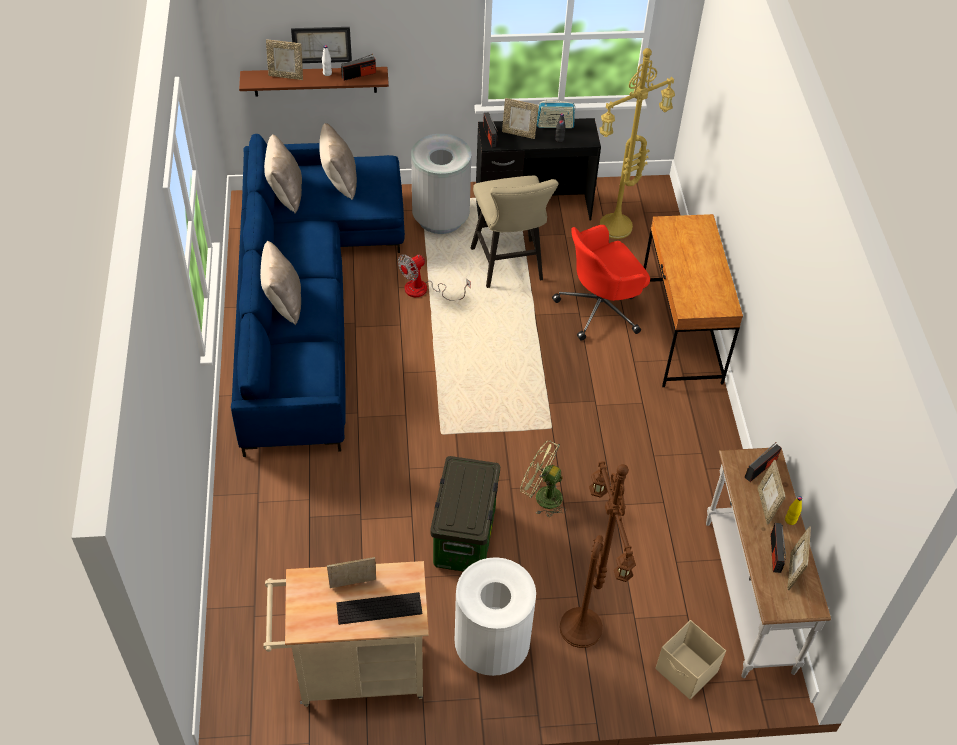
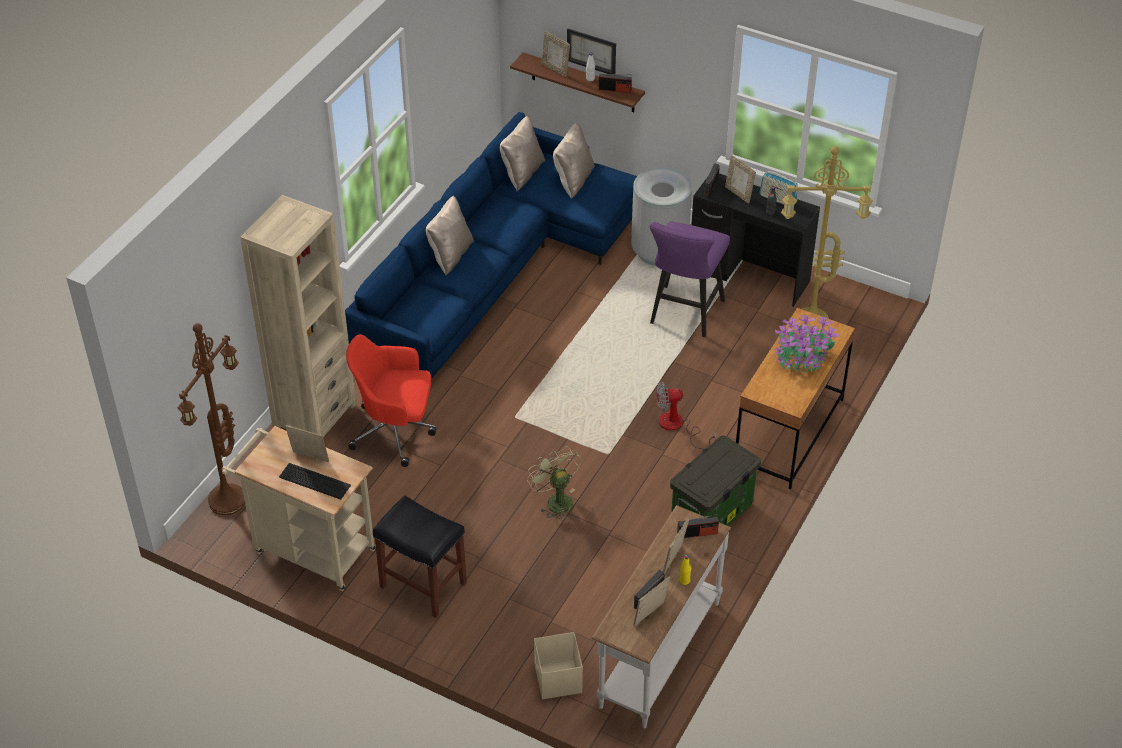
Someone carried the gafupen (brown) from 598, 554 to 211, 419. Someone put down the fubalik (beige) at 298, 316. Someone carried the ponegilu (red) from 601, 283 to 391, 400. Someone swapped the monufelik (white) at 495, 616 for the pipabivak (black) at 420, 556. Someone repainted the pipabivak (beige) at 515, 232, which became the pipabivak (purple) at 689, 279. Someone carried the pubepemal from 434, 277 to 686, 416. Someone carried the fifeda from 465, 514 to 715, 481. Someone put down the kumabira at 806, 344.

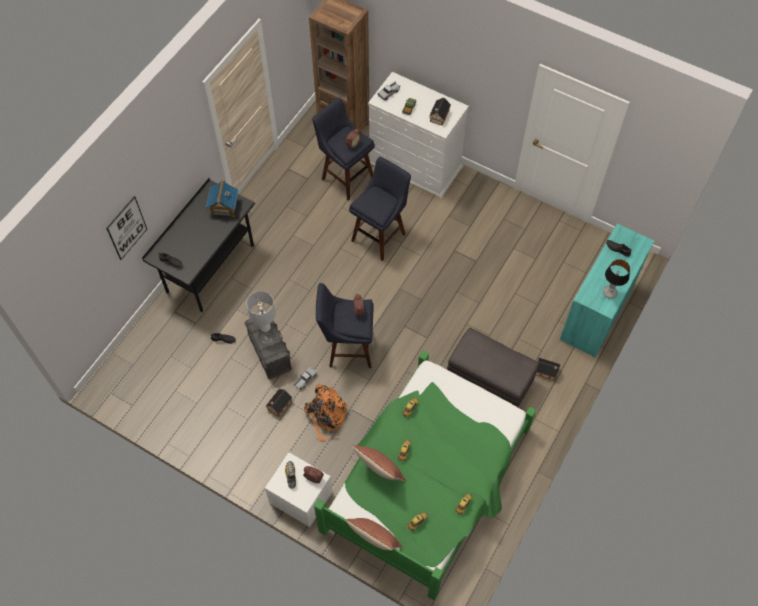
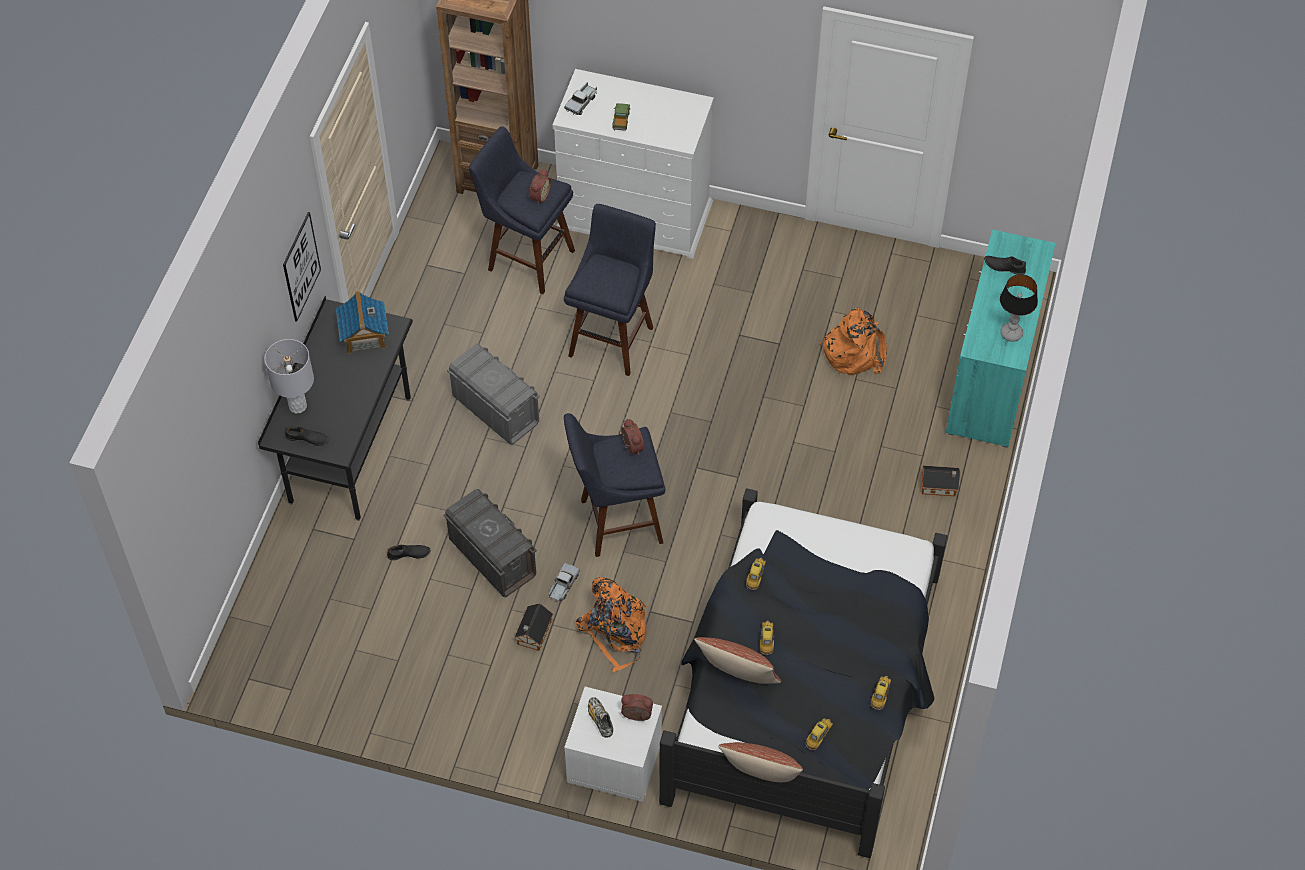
Someone carried the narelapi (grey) from 261, 311 to 289, 376. Someone carried the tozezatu from 126, 228 to 302, 267. Someone put down the fifeda (grey) at 493, 394. Someone repainted the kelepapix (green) at 425, 475, which became the kelepapix (black) at 803, 673. Someone put down the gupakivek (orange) at 853, 341. Someone took away the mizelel at 440, 111. Someone took away the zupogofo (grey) at 493, 367.

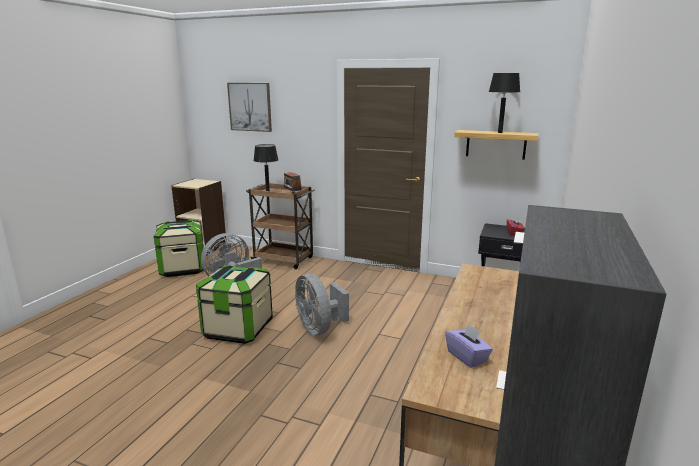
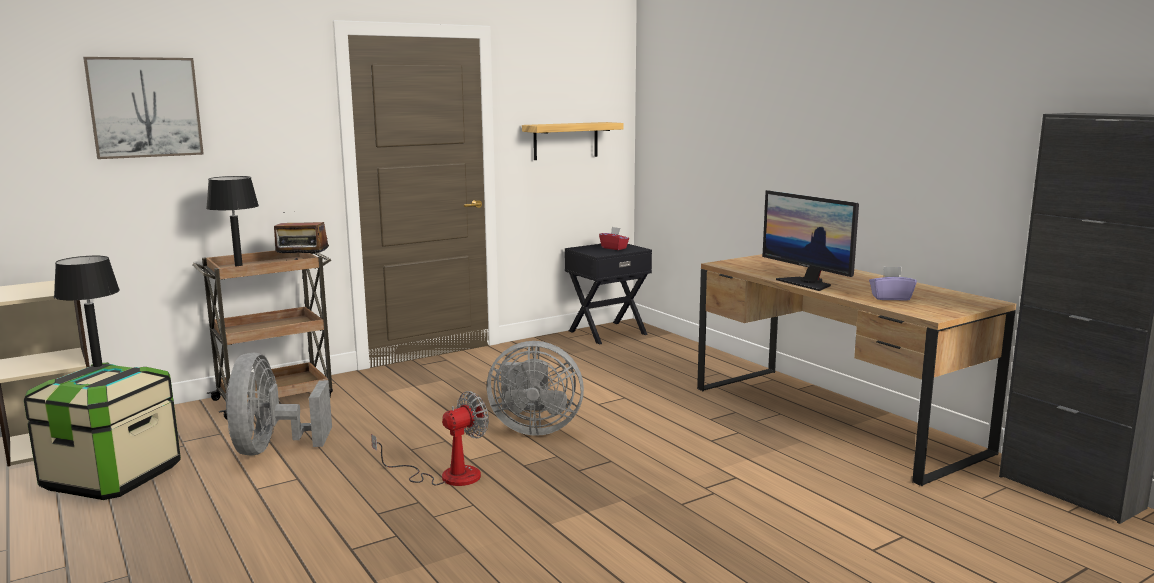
Someone carried the narelapi (black) from 504, 103 to 87, 311. Someone swapped the fifeda at 234, 304 for the pubepemal at 430, 438. Someone put down the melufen at 810, 240.

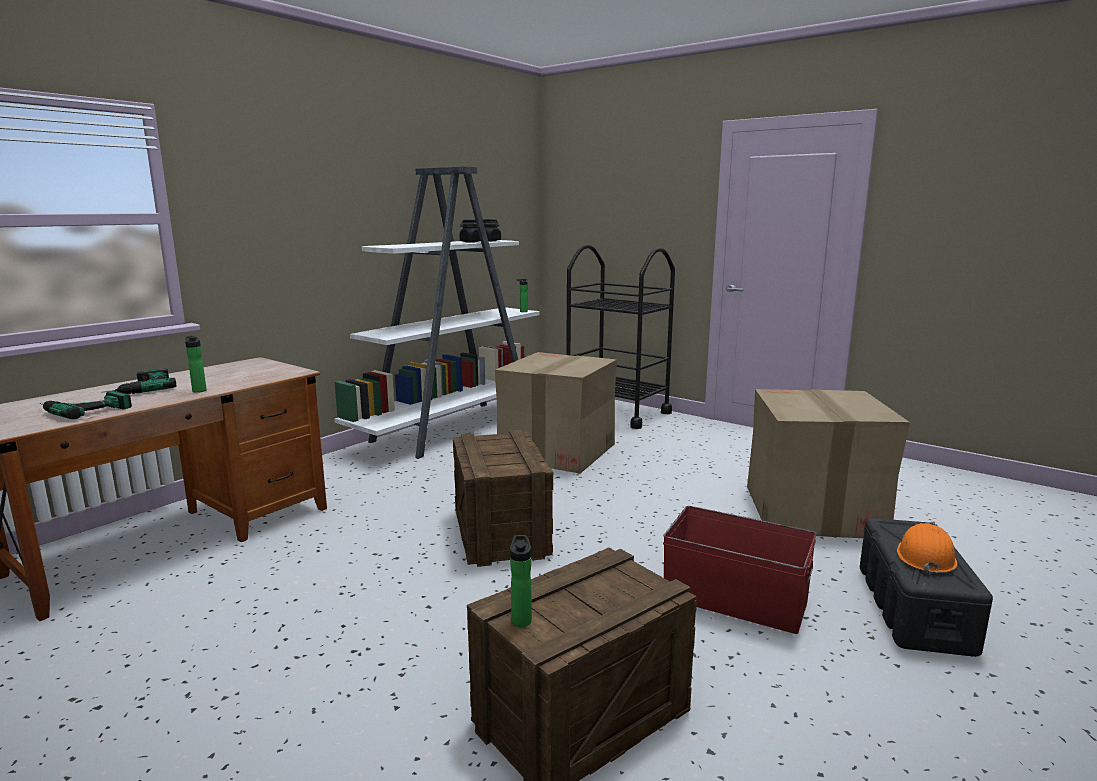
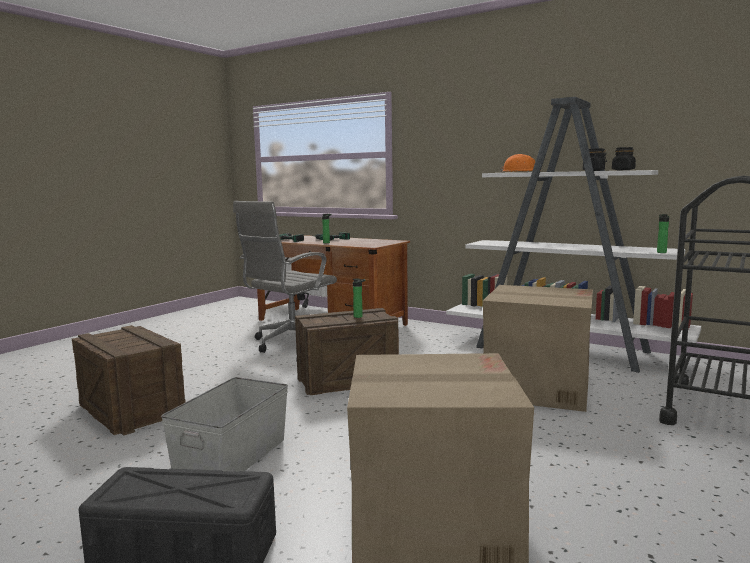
Someone repainted the fifeda (red) at 740, 570, which became the fifeda (grey) at 224, 424. Someone put down the ponegilu (grey) at 285, 277. Someone carried the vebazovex from 521, 581 to 359, 298. Someone carried the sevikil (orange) from 927, 549 to 521, 163.

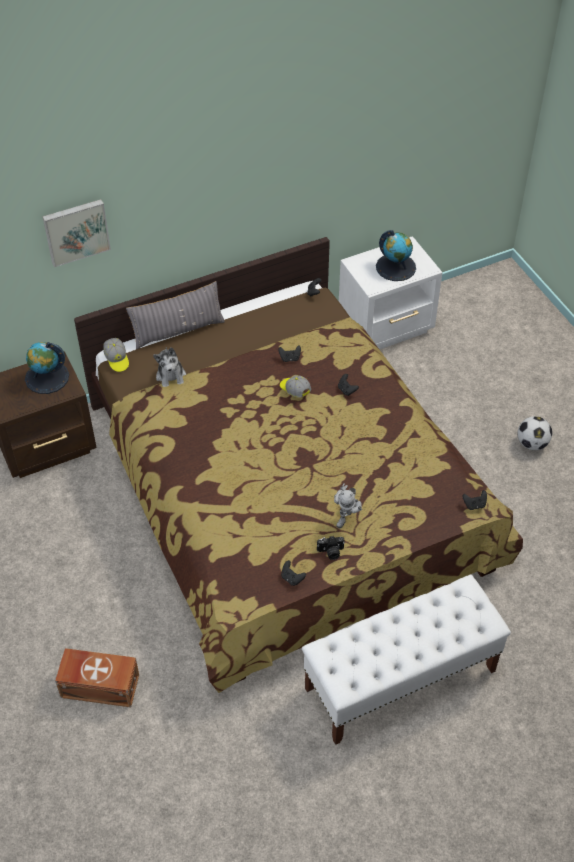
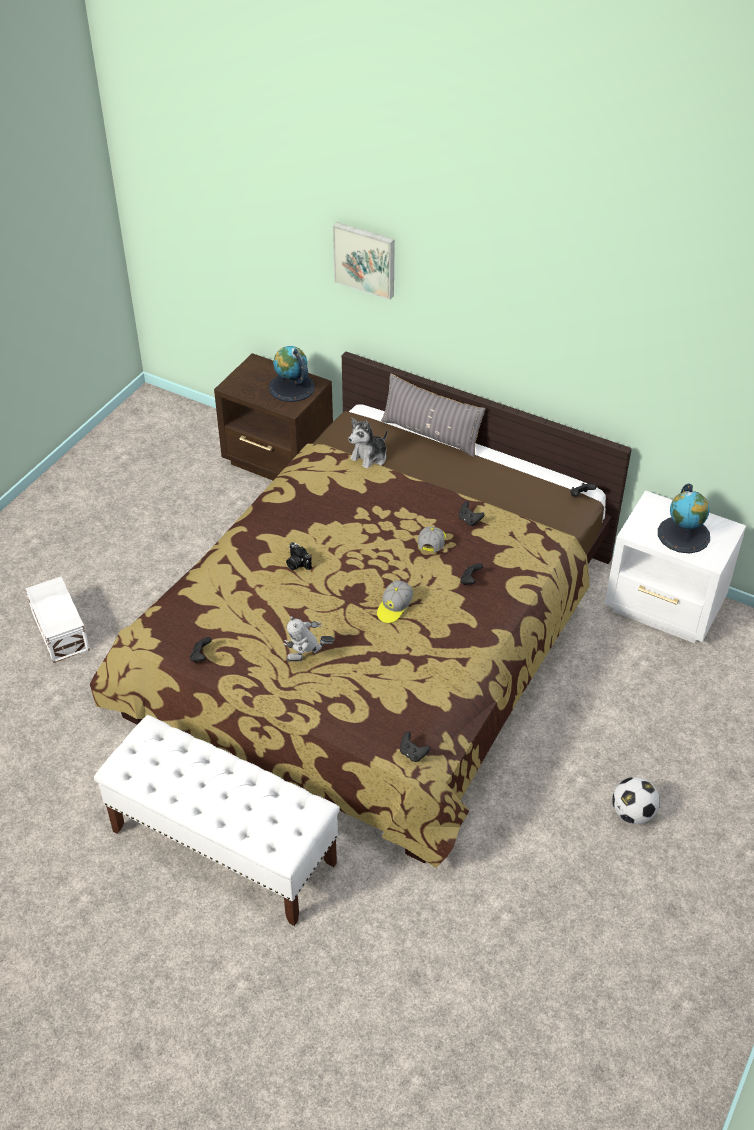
Someone repainted the fifeda (brown) at 97, 677, which became the fifeda (white) at 57, 620. Someone carried the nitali from 331, 548 to 299, 556. Someone carried the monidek from 116, 355 to 395, 601.

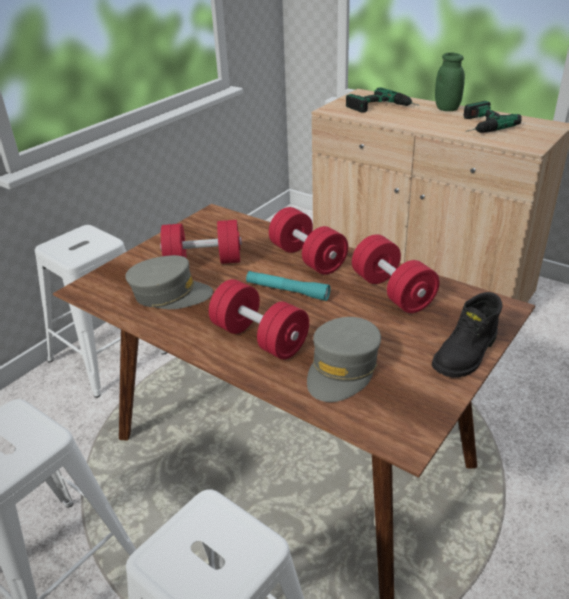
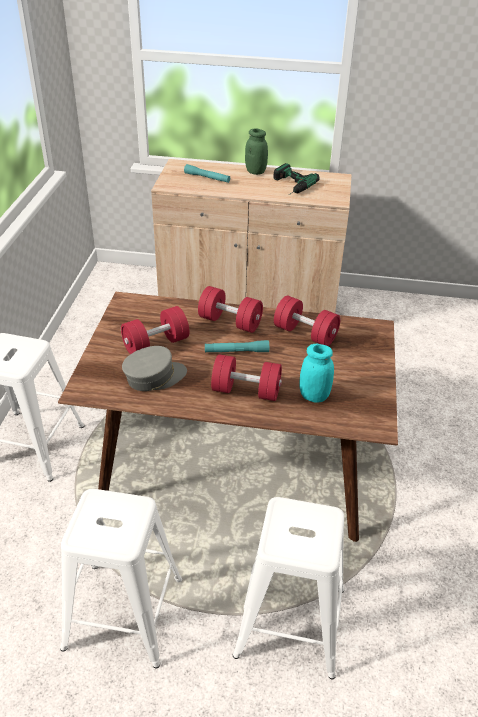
Someone swapped the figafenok at 383, 100 for the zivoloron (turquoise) at 207, 173. Someone swapped the monidek (grey) at 344, 359 for the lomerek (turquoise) at 316, 373. Someone took away the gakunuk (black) at 467, 335.

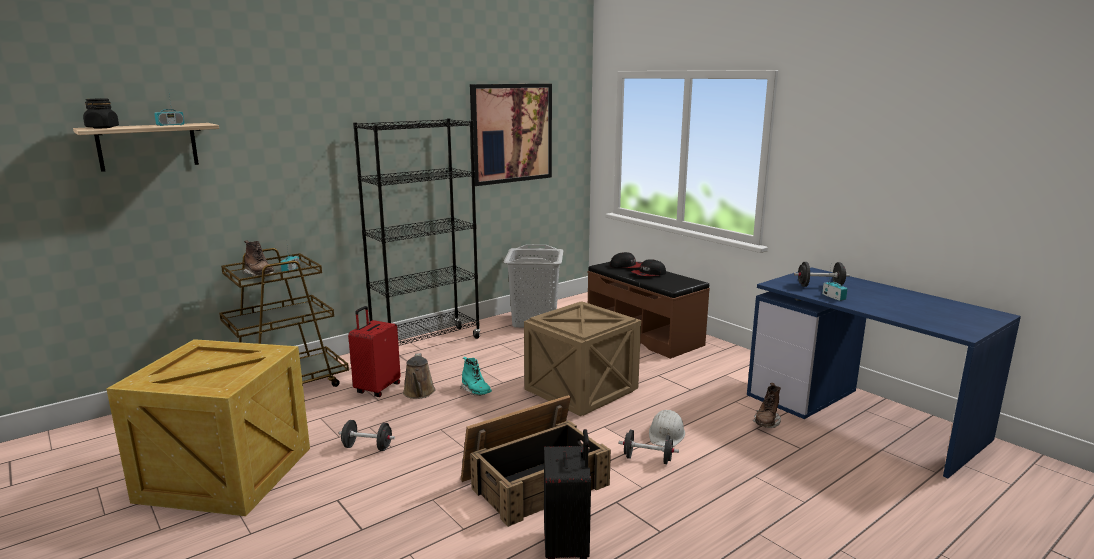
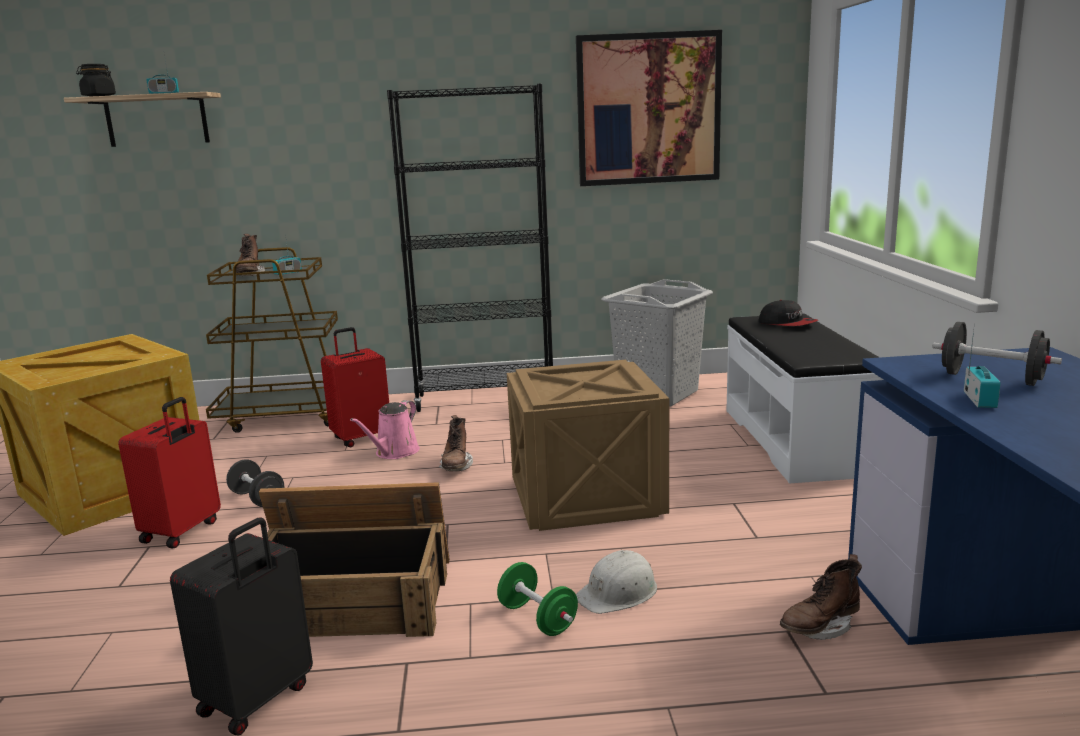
Someone put down the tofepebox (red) at 169, 473. Someone repainted the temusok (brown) at 419, 376, which became the temusok (pink) at 385, 429. Someone repainted the gakunuk (turquoise) at 476, 376, which became the gakunuk (brown) at 456, 443. Someone repainted the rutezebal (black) at 649, 447, which became the rutezebal (green) at 537, 599. Someone repainted the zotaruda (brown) at 649, 310, which became the zotaruda (white) at 805, 398. Someone took away the monidek at 648, 267.

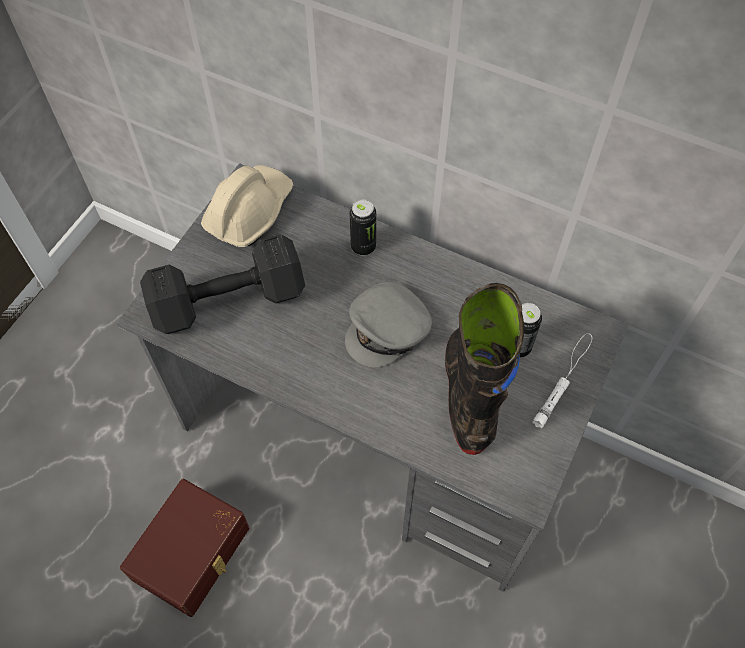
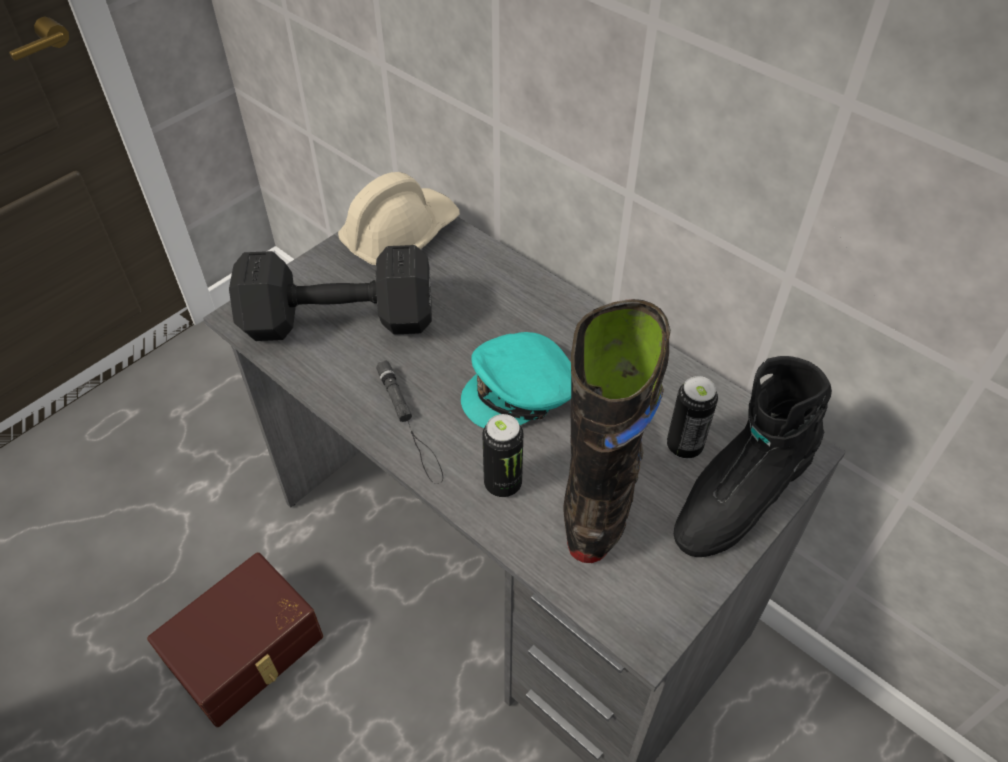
Someone put down the zivoloron (black) at 409, 422. Someone repainted the monidek (grey) at 388, 325, which became the monidek (turquoise) at 516, 380. Someone carried the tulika from 363, 227 to 502, 456. Someone swapped the zivoloron (white) at 562, 380 for the gakunuk (black) at 753, 456.

